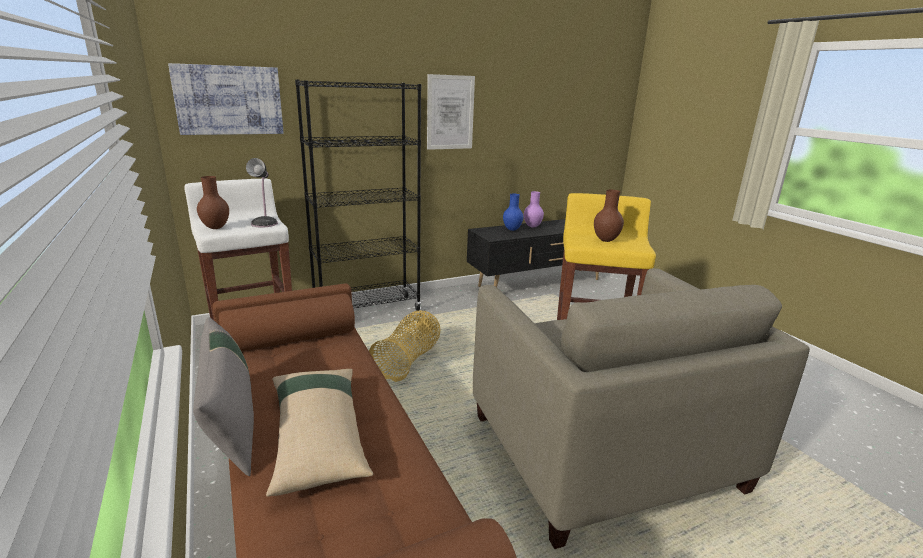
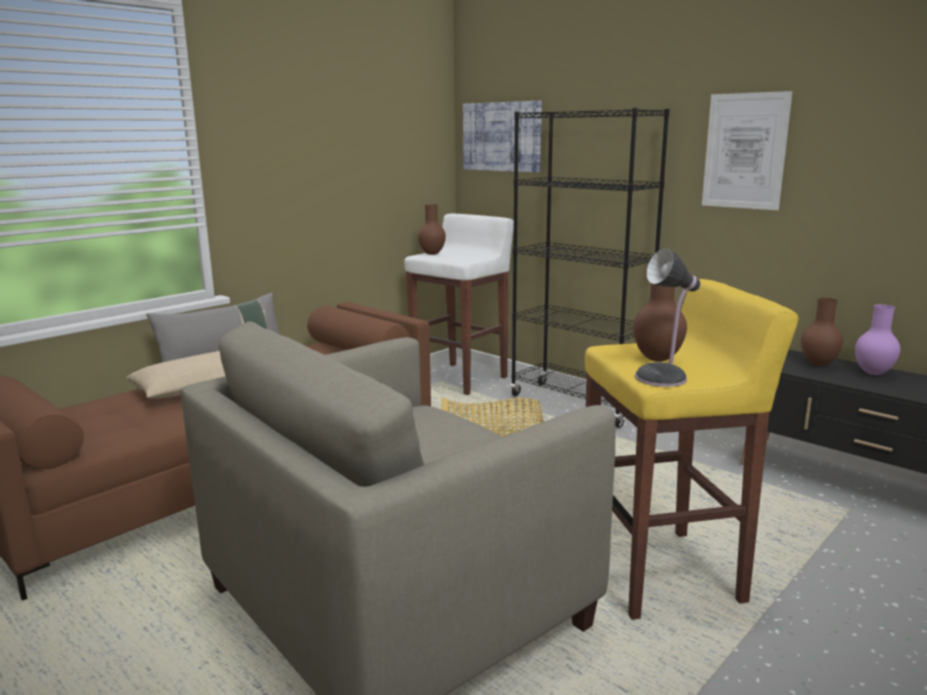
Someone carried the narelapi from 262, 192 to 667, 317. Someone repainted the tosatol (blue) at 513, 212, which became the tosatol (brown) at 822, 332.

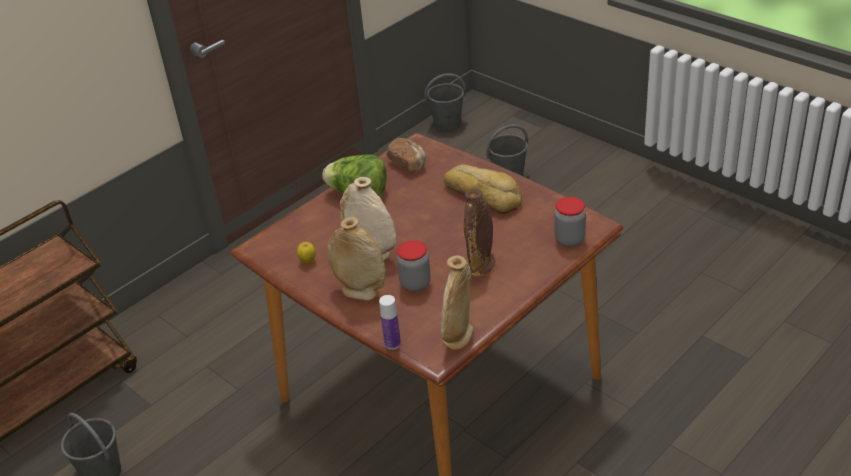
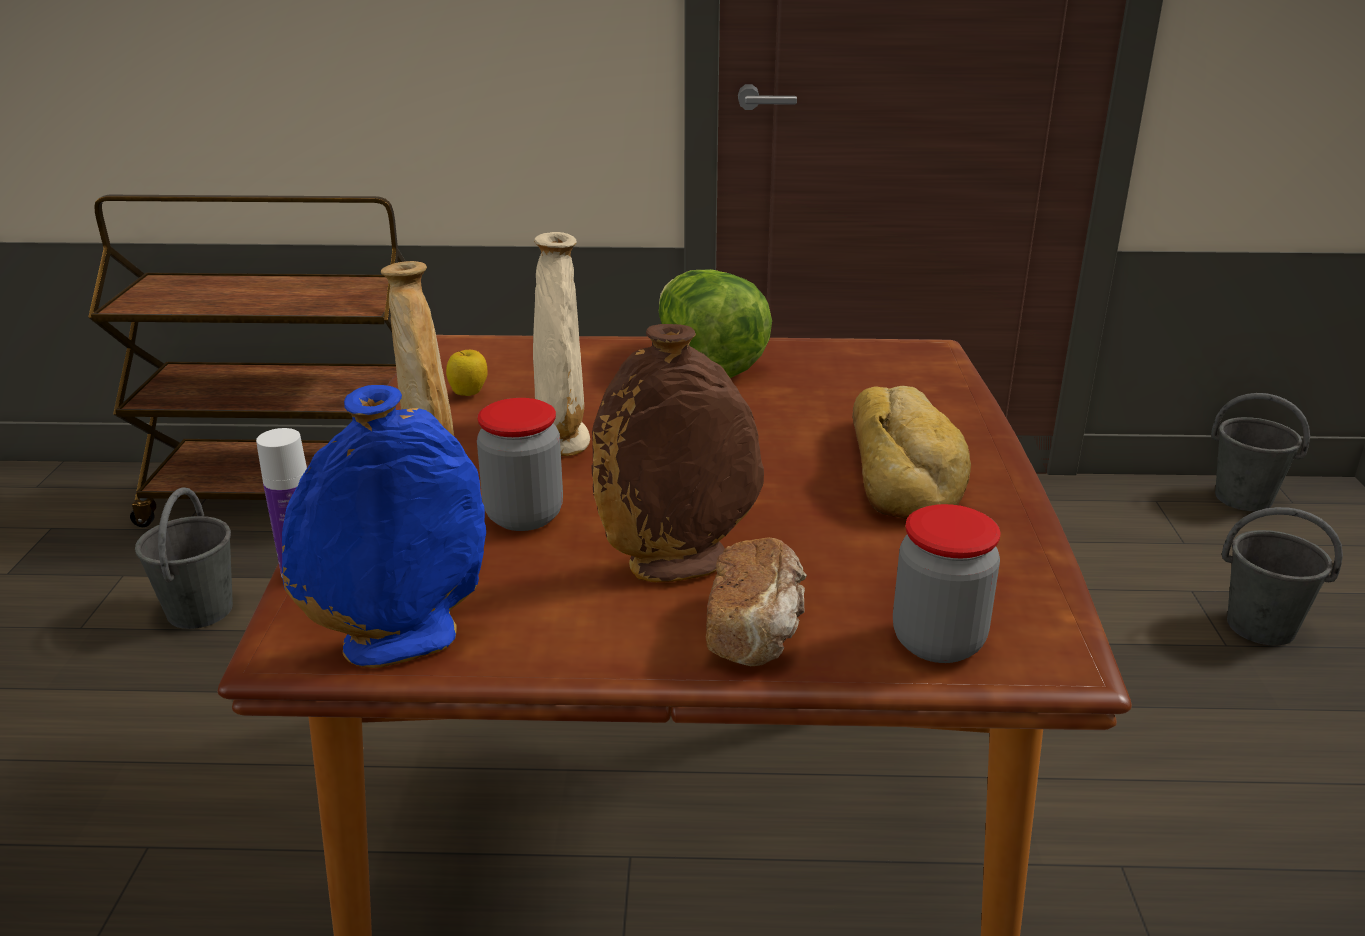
Someone repainted the tosatol (beige) at 457, 302, which became the tosatol (blue) at 384, 526. Someone carried the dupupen from 406, 155 to 756, 601.

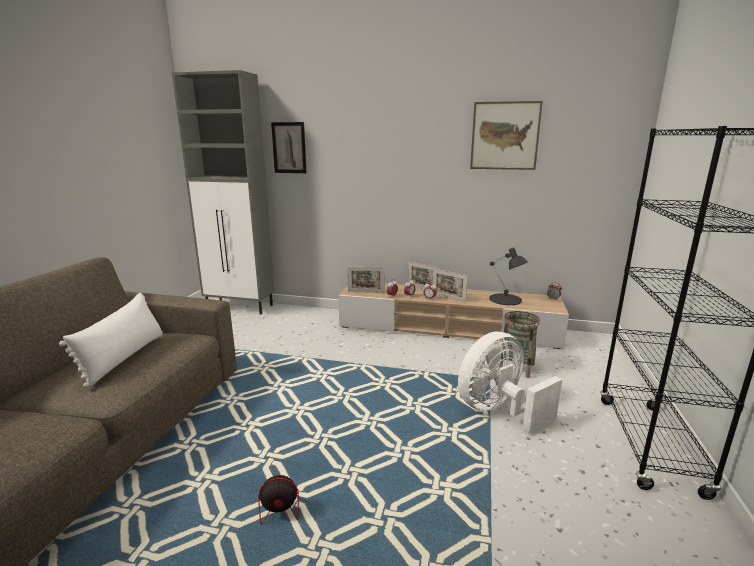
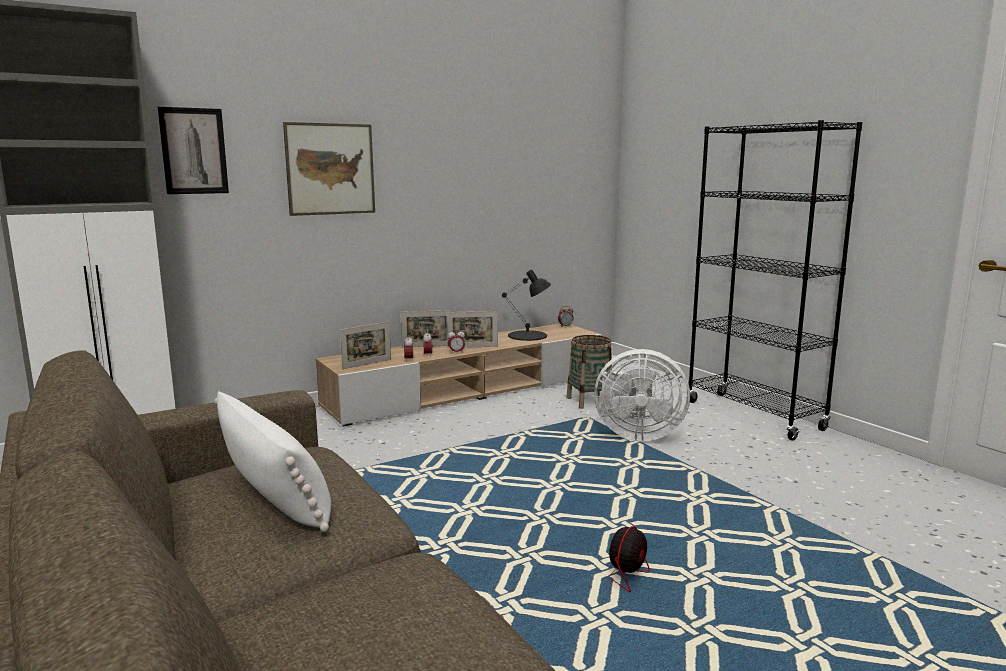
Someone carried the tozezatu from 506, 135 to 329, 169. Someone rotated the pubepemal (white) at 510, 382 by 90 degrees counterclockwise.

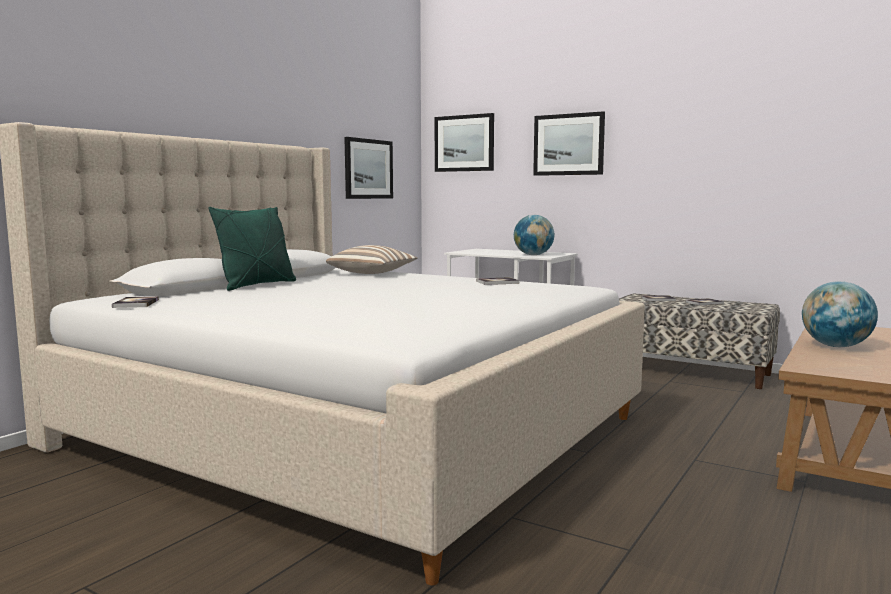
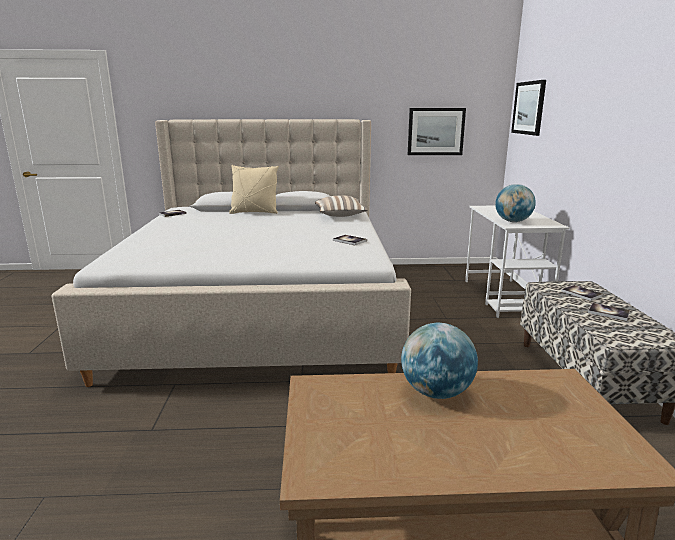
Someone repainted the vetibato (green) at 252, 249, which became the vetibato (beige) at 254, 189. Someone took away the tozezatu at 569, 143.

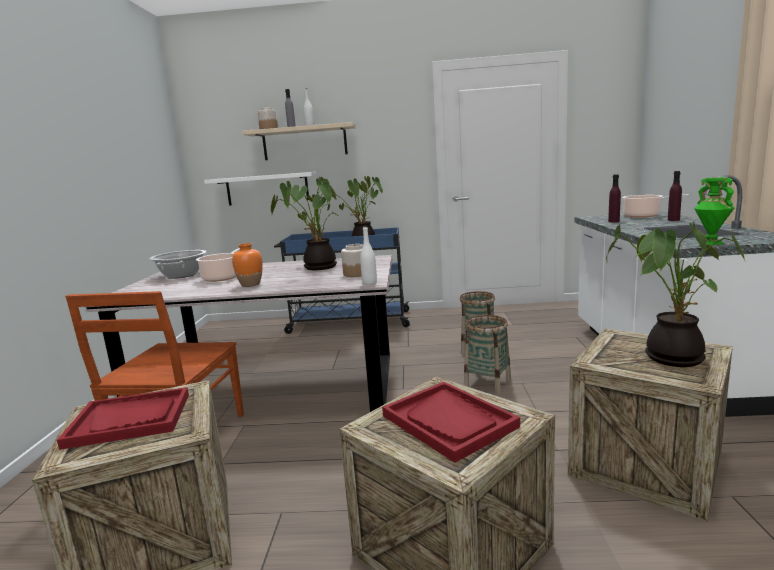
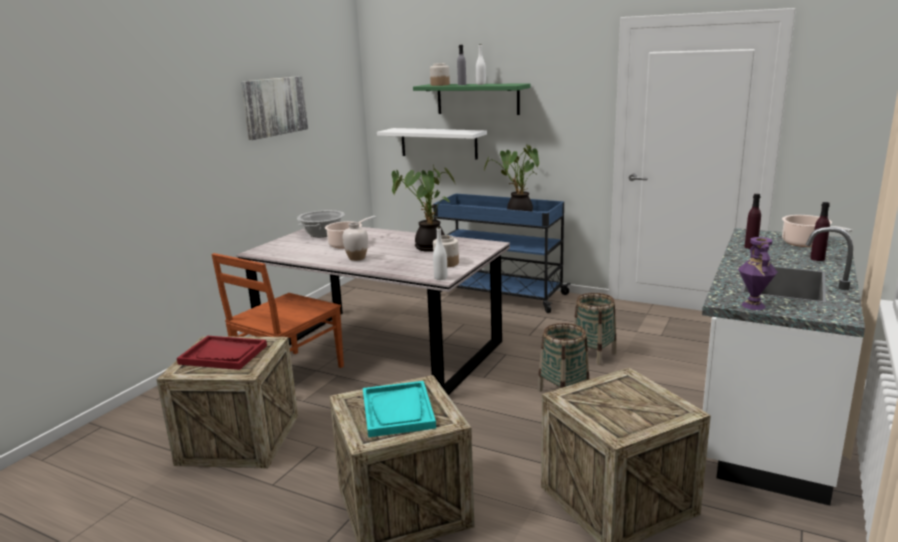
Someone put up the tozezatu at 274, 108. Someone repainted the tosatol (orange) at 247, 265, which became the tosatol (white) at 355, 241. Someone repainted the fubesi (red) at 451, 422, which became the fubesi (turquoise) at 399, 409. Someone repainted the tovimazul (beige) at 299, 141, which became the tovimazul (green) at 472, 99. Someone repainted the tosatol (green) at 714, 211, which became the tosatol (purple) at 757, 273. Someone took away the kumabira at 675, 294.

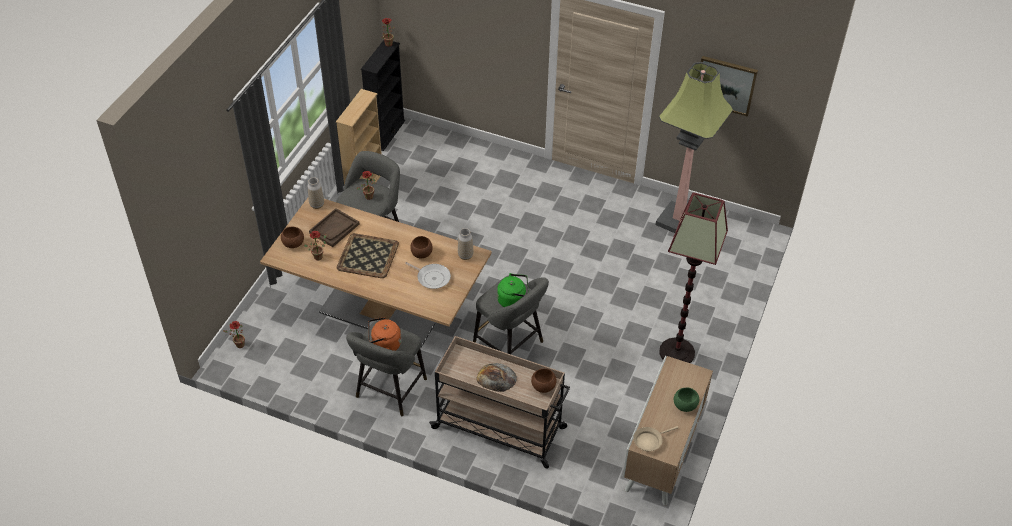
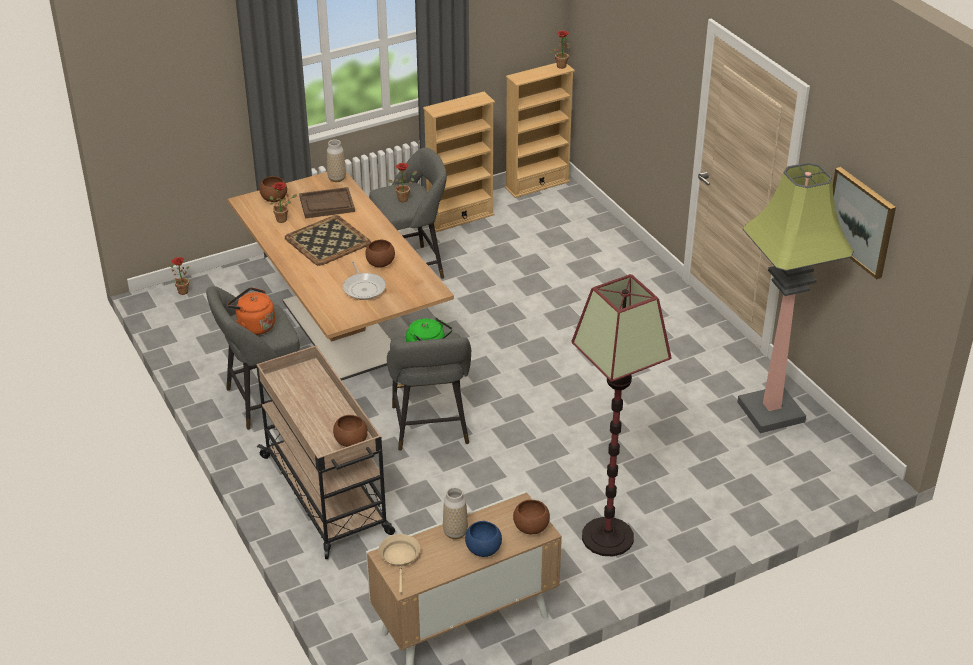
Someone rotated the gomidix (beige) at 656, 438 by 75 degrees clockwise. Someone carried the tosatol from 465, 244 to 455, 513. Someone repainted the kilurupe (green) at 686, 400, which became the kilurupe (blue) at 483, 539. Someone repainted the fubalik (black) at 383, 95, which became the fubalik (beige) at 540, 130. Someone put down the kilurupe (brown) at 531, 517. Someone took away the dupupen at 496, 377.

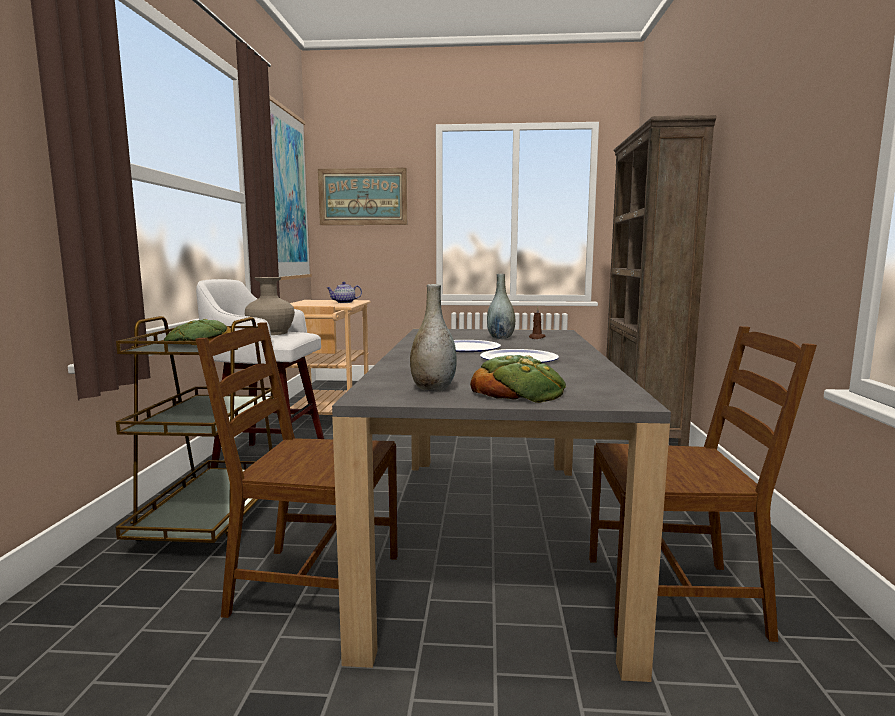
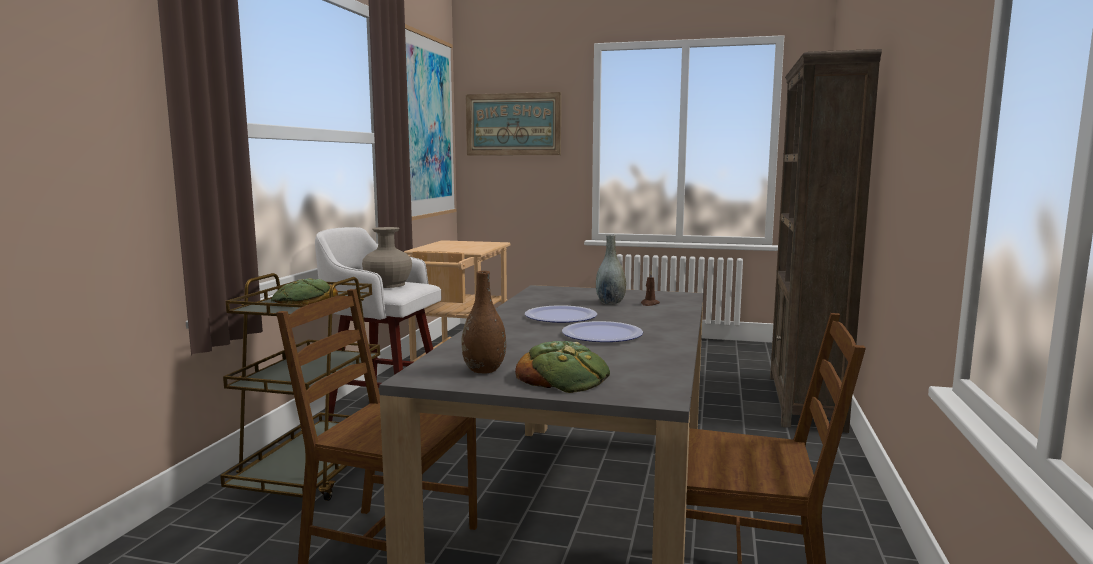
Someone repainted the tosatol (grey) at 433, 337, which became the tosatol (brown) at 483, 322. Someone took away the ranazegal at 344, 292.

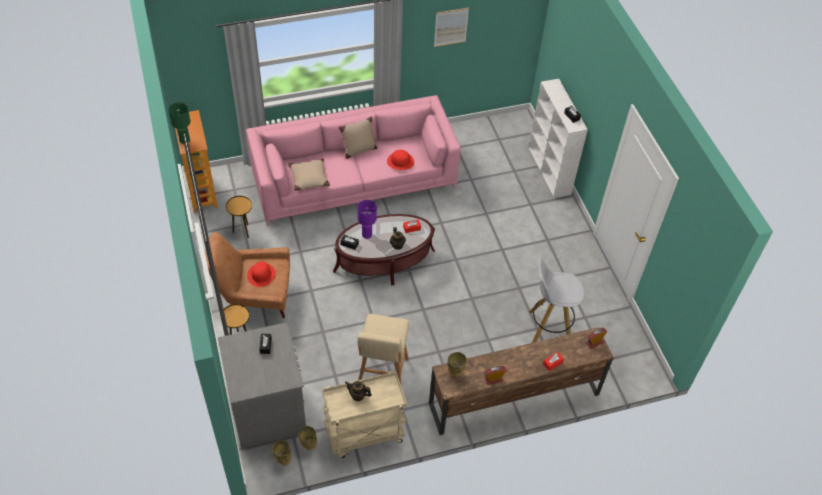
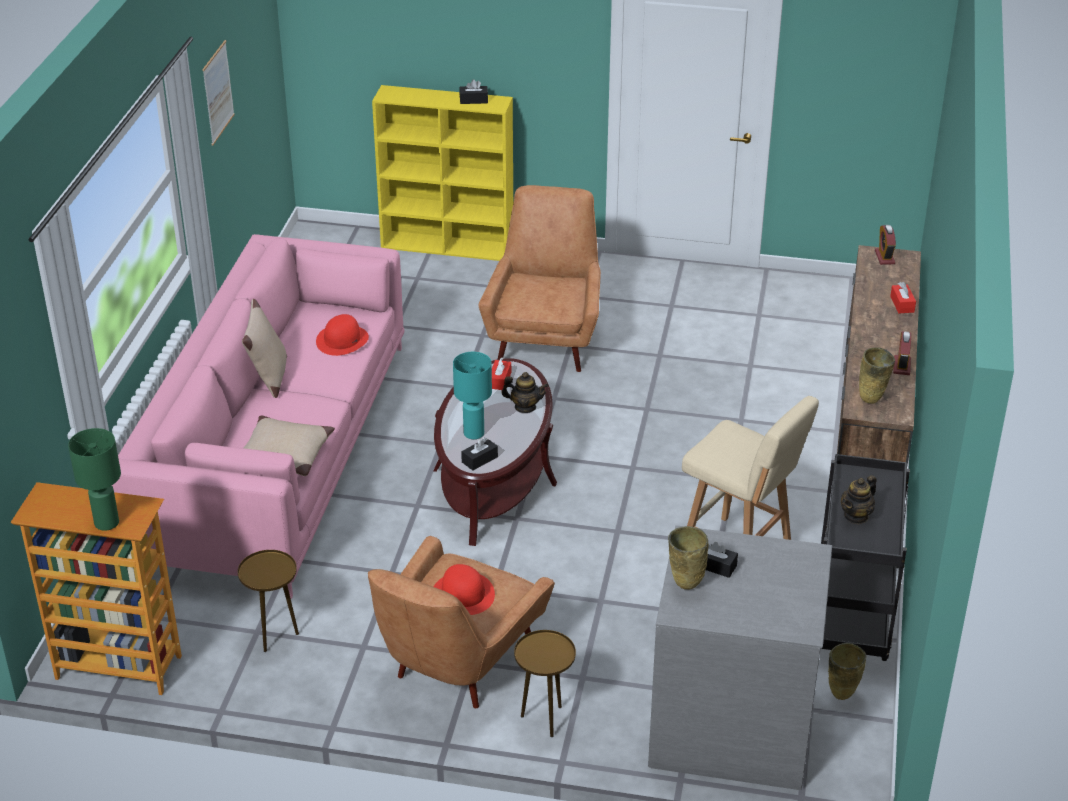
Someone repainted the fubalik (white) at 558, 138, which became the fubalik (yellow) at 442, 173. Someone repainted the narelapi (purple) at 367, 219, which became the narelapi (turquoise) at 472, 395. Someone put down the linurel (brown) at 539, 278. Someone carried the tosatol (beige) from 281, 453 to 688, 558. Someone repainted the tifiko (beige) at 364, 414, which became the tifiko (black) at 865, 557. Someone took away the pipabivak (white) at 557, 300.

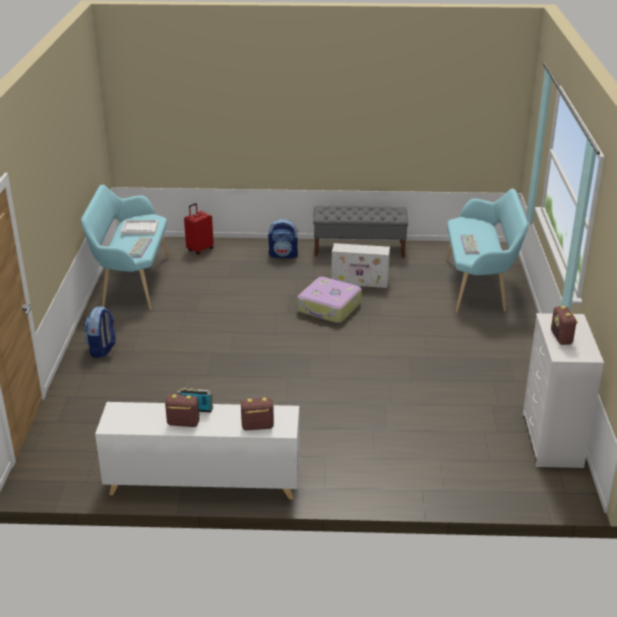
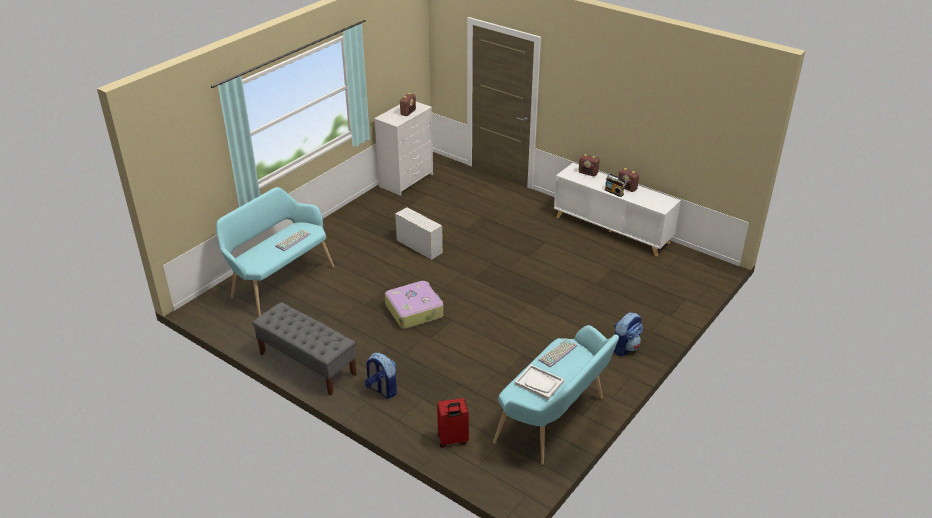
Someone carried the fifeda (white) from 360, 265 to 419, 233.

